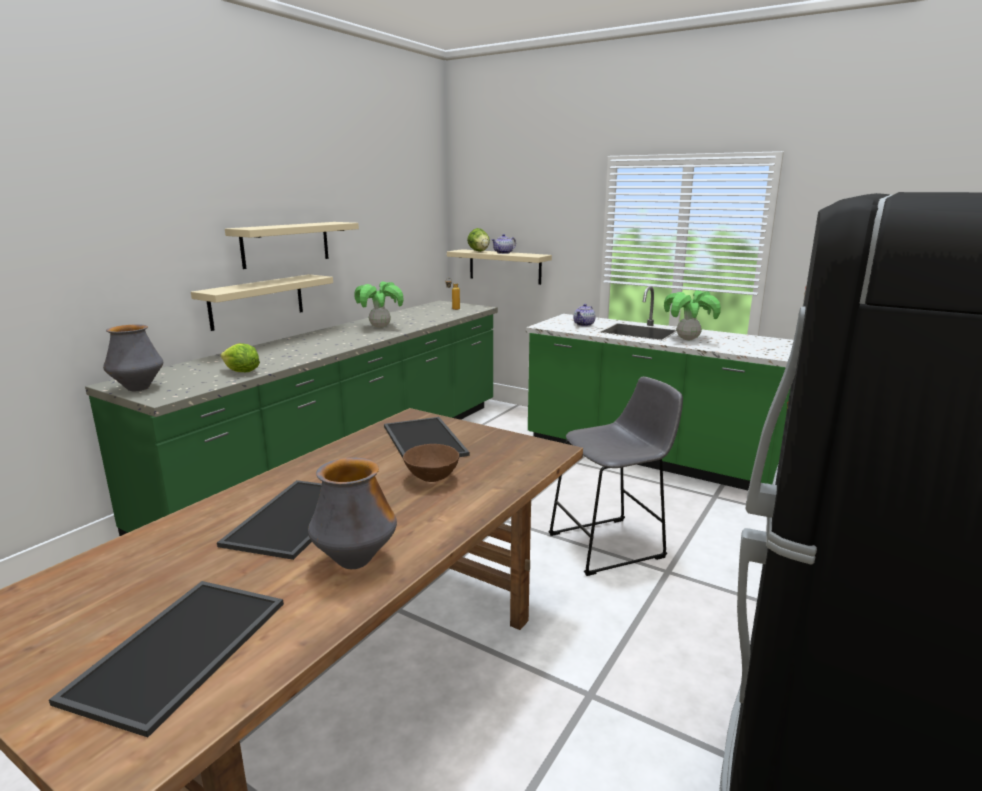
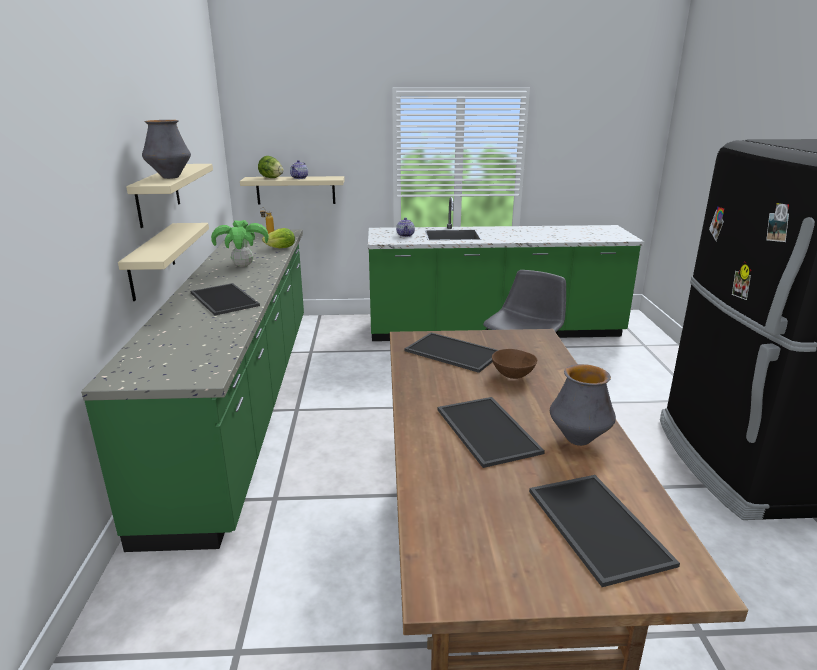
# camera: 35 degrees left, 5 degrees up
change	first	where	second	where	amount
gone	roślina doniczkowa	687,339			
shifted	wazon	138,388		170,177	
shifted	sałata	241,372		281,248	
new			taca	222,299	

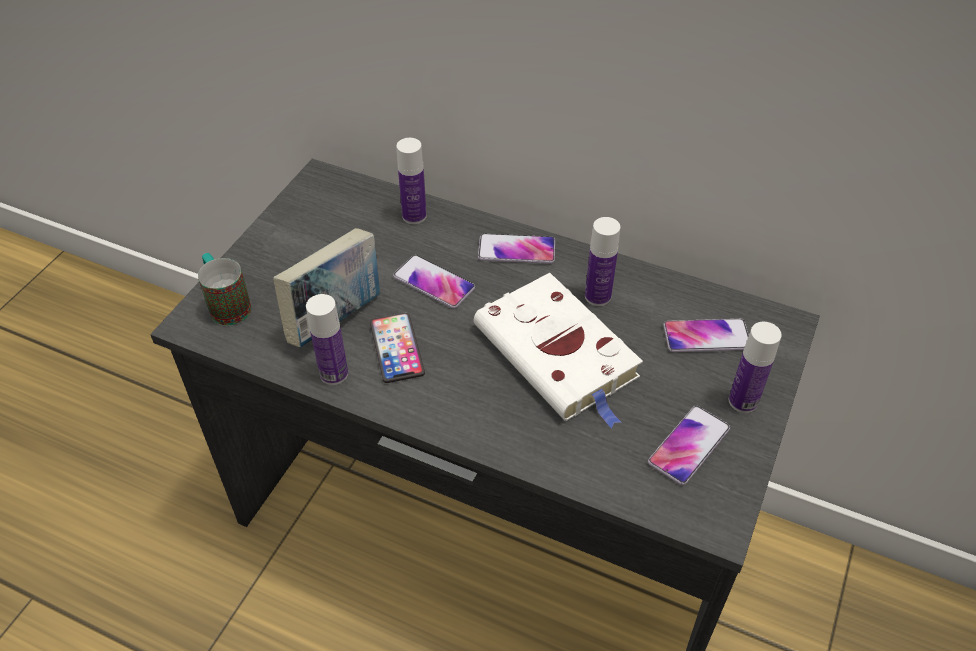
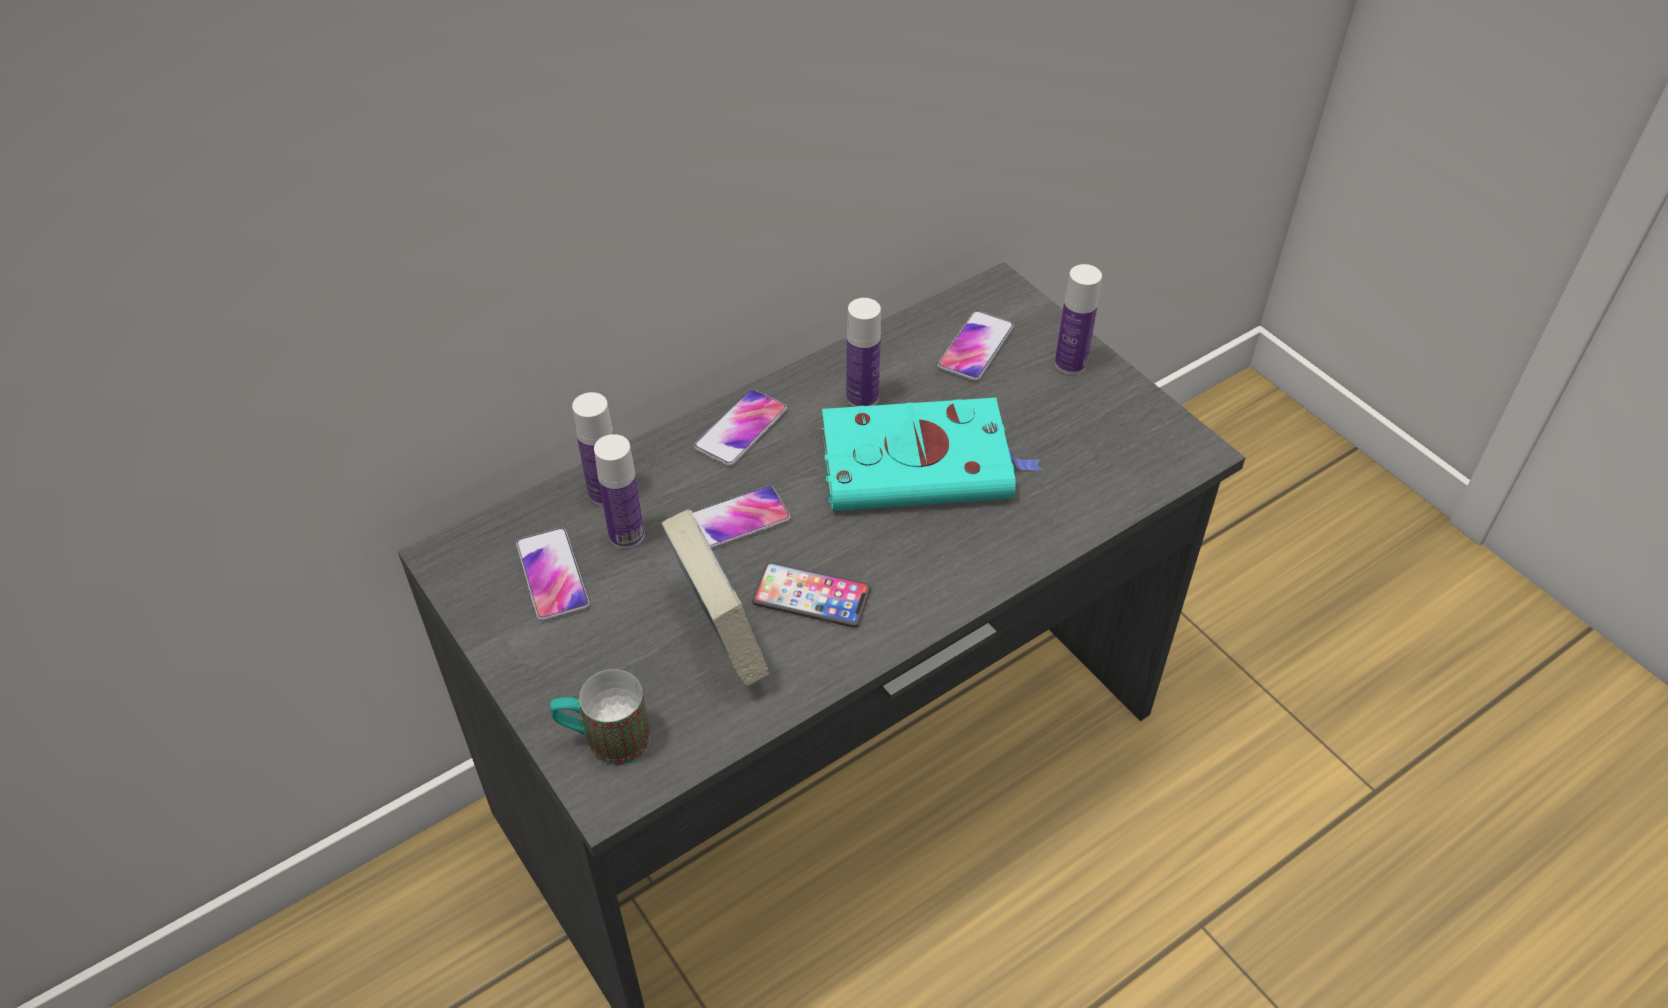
# camera: 60 degrees left, 0 degrees up
change	first	where	second	where	amount
repainted	książka/biały	559,355	książka/turkusowy	921,464	
shifted	butelka	334,374		626,535	
shifted	telefon	689,445		552,575	

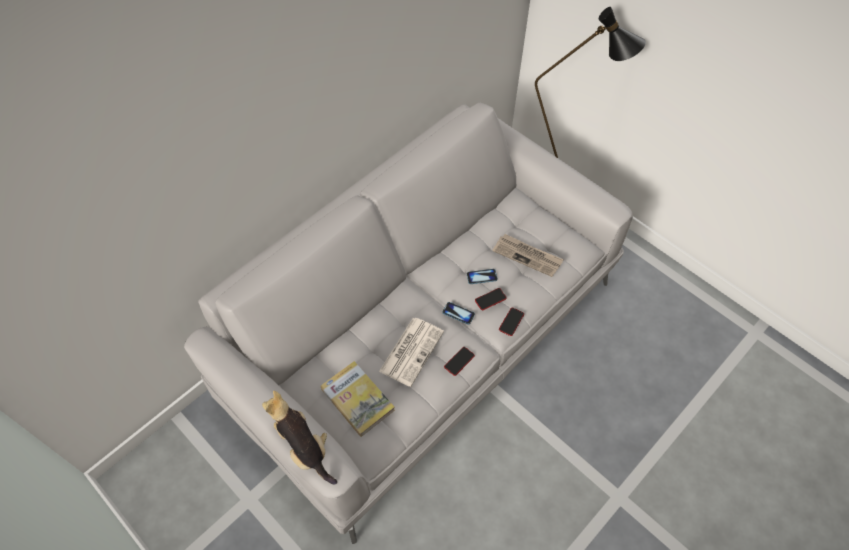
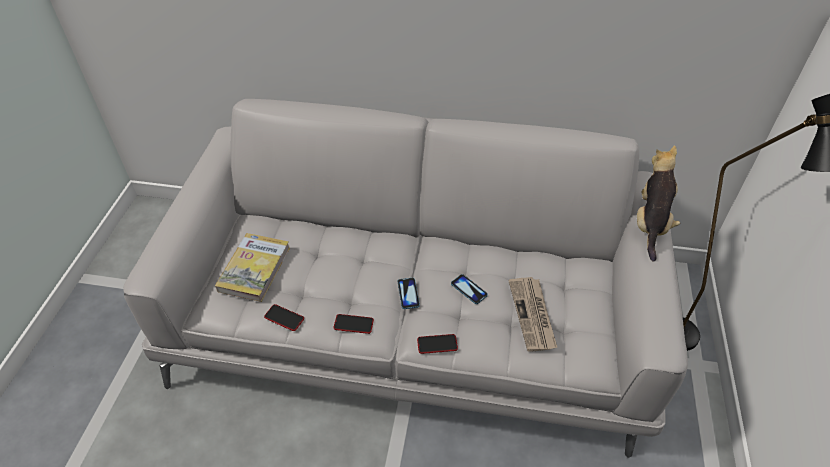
# camera: 55 degrees right, 10 degrees down
change	first	where	second	where	amount
shifted	telefon	490,299		284,318	
gone	gazeta	411,350			
shifted	pluszak	304,447		650,224	

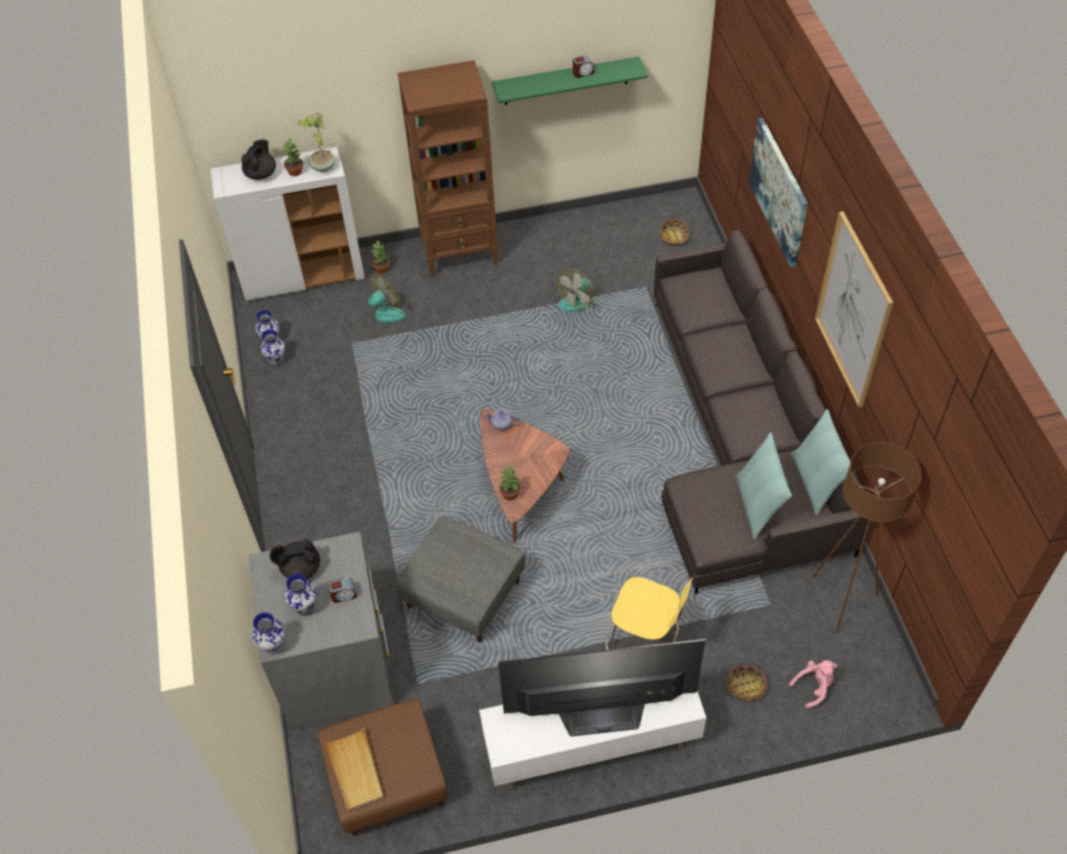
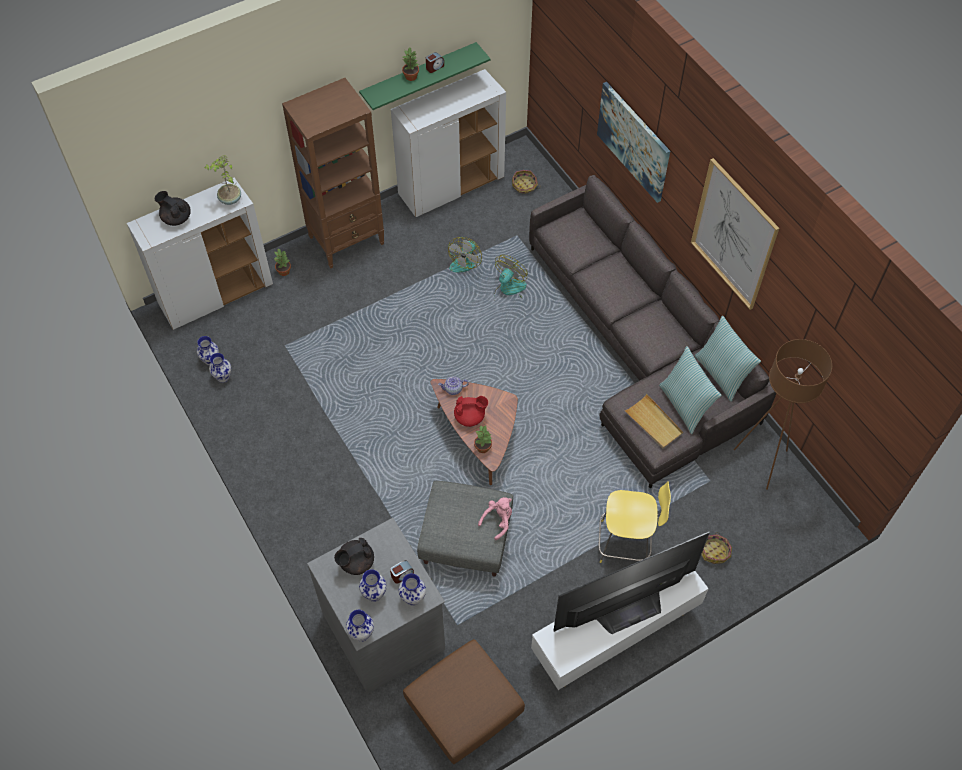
# camera: 20 degrees left, 5 degrees up
change	first	where	second	where	amount
shifted	roślina doniczkowa	295,171		411,76	
rotated	imbryk/czarny	261,173		176,218	60 degrees counterclockwise
shifted	wentylator	383,319		509,291	
shifted	pluszak/różowy	814,687		498,521	
shifted	taca/beżowy	355,771		653,423	
new			szafka/biały	451,186	
new			imbryk/czerwony	470,417	
new			wazon	413,598	

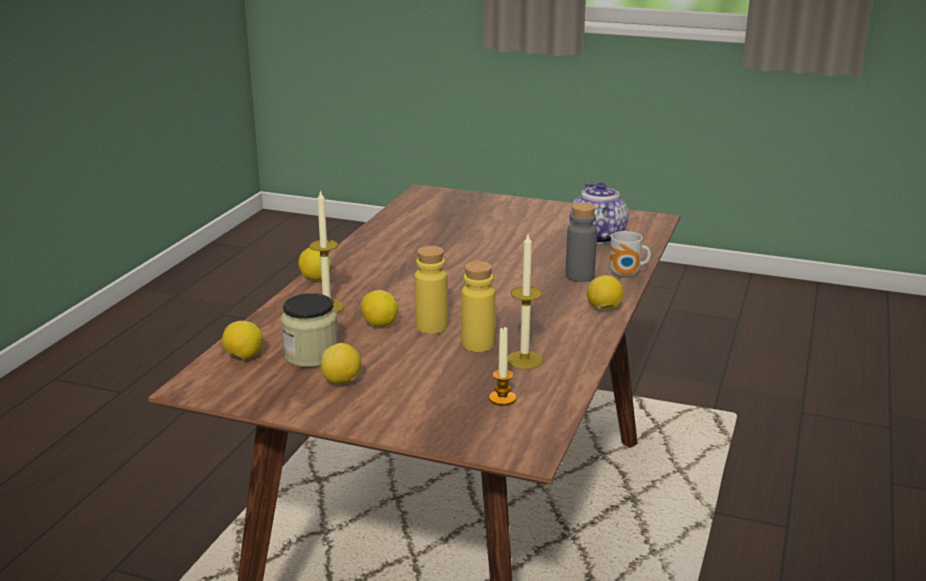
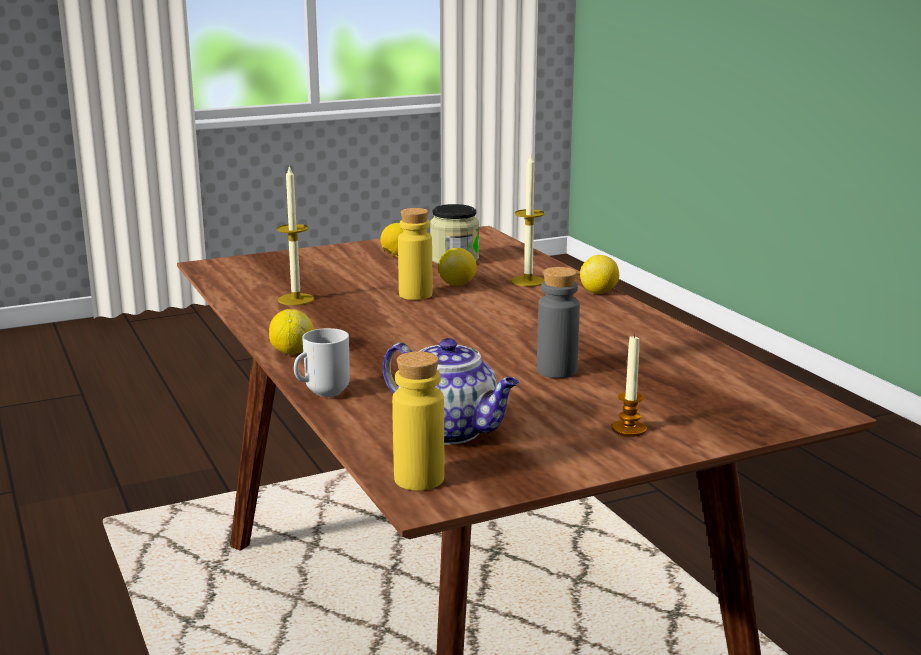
# camera: 135 degrees right, 5 degrees down
change	first	where	second	where	amount
shifted	butelka/szary	579,276		556,371	
shifted	butelka/żółty	478,344		419,479	
gone	cytryna	243,357			
shifted	świeca	502,399		629,429	

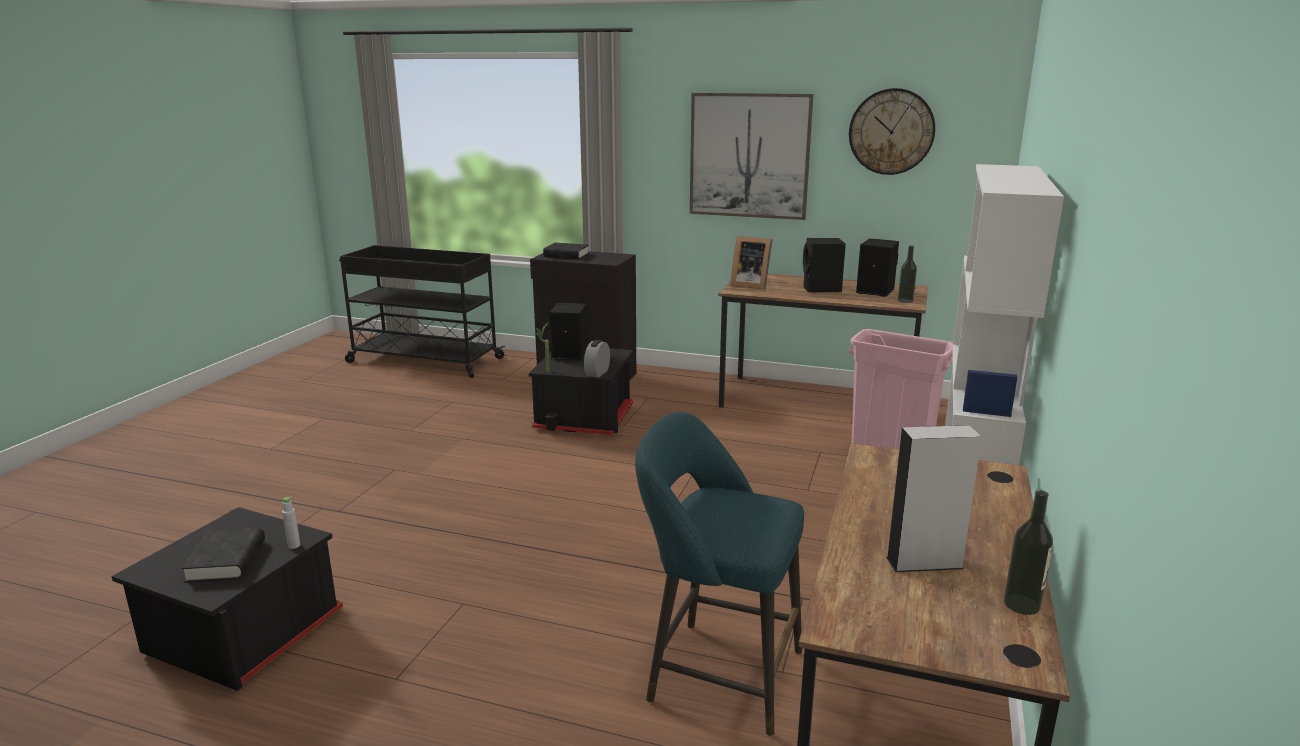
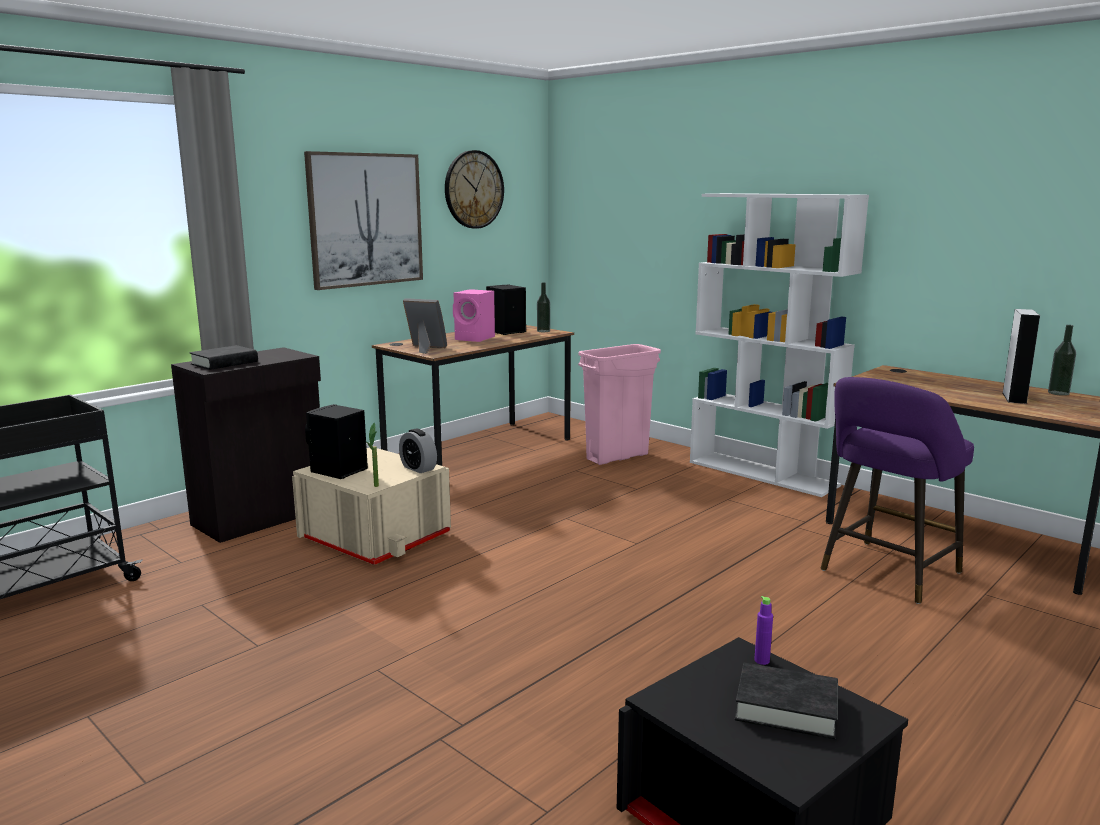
# camera: 65 degrees left, 5 degrees down
change	first	where	second	where	amount
rotated	ramka na zdjęcie	750,285		425,349	120 degrees counterclockwise
repainted	głośnik/czarny	821,289	głośnik/różowy	476,338	
repainted	pojemnik do przechowywania/czarny	585,416	pojemnik do przechowywania/beżowy	375,537	
repainted	stołek/turkusowy	717,673	stołek/fioletowy	886,574	
repainted	butelka/szary	294,545	butelka/fioletowy	762,660	

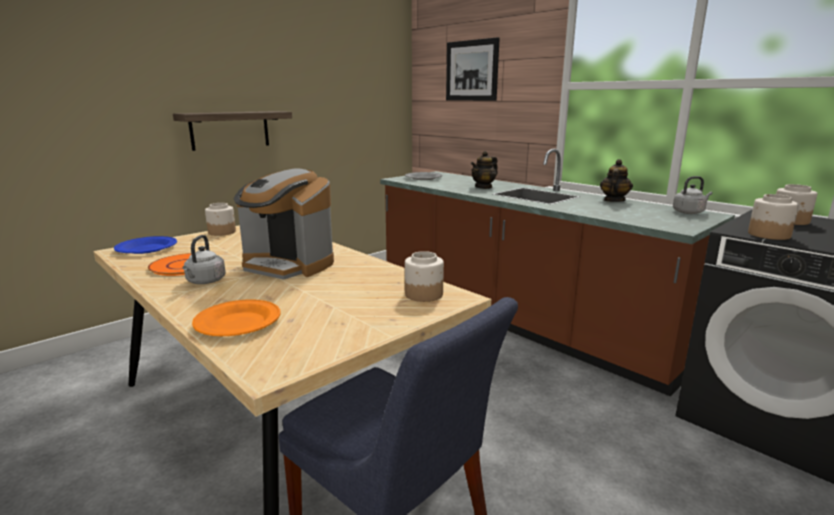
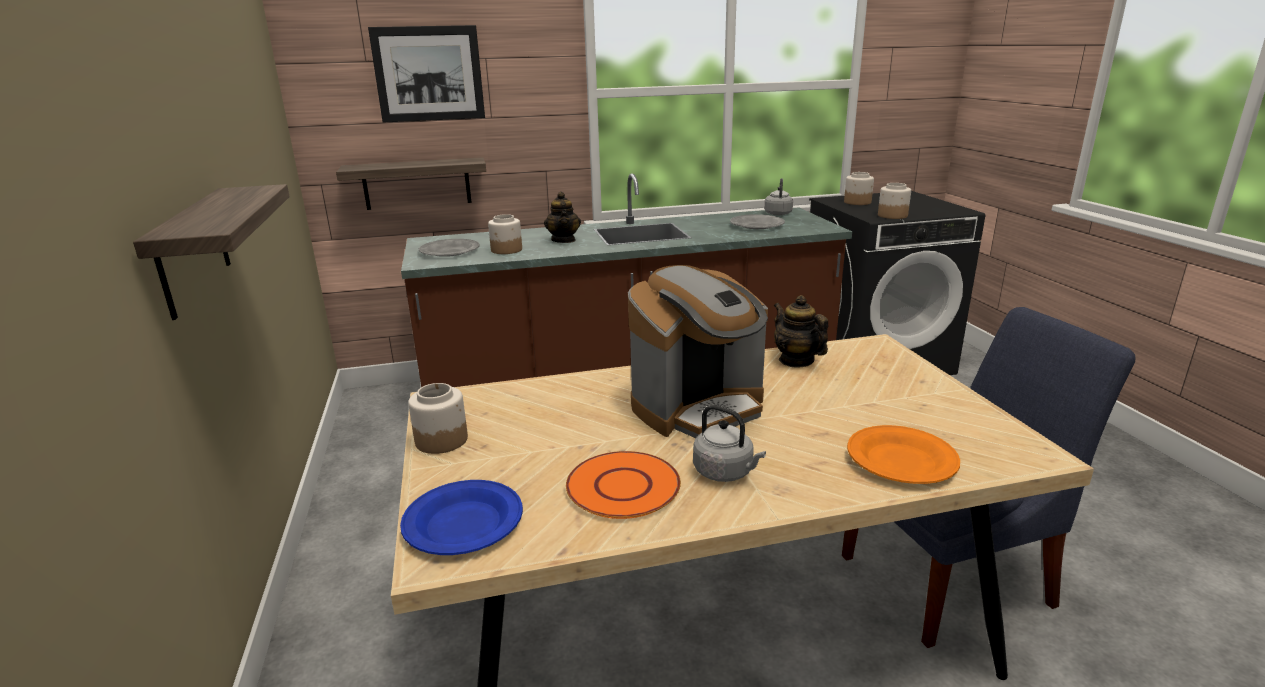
# camera: 60 degrees left, 5 degrees up
change	first	where	second	where	amount
shifted	imbryk	613,200		796,360	
shifted	słoik	423,294		506,250	
new			półka	417,183	
new			talerz/szary	757,225	

